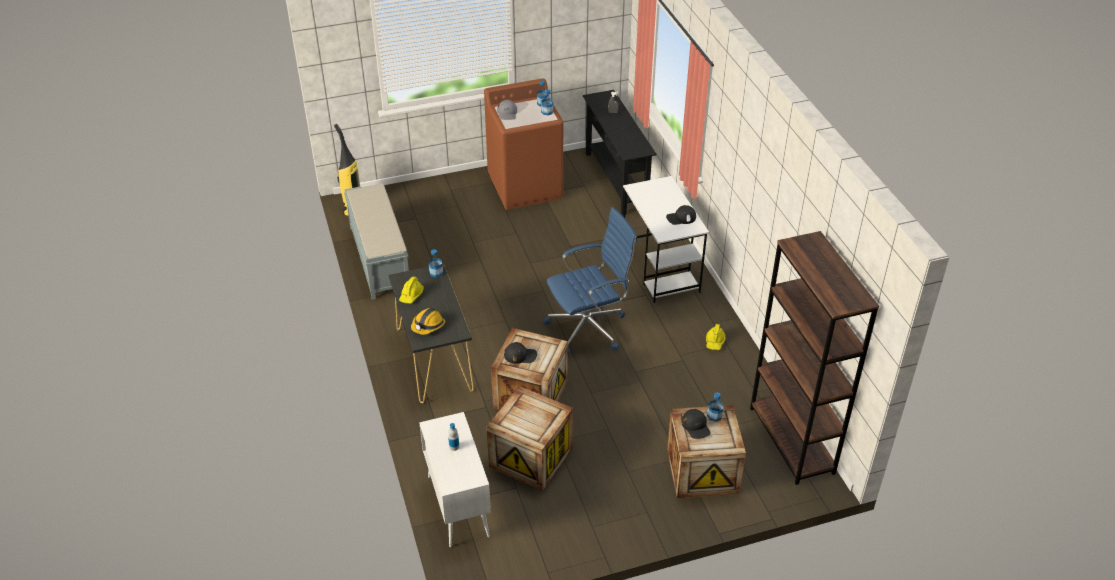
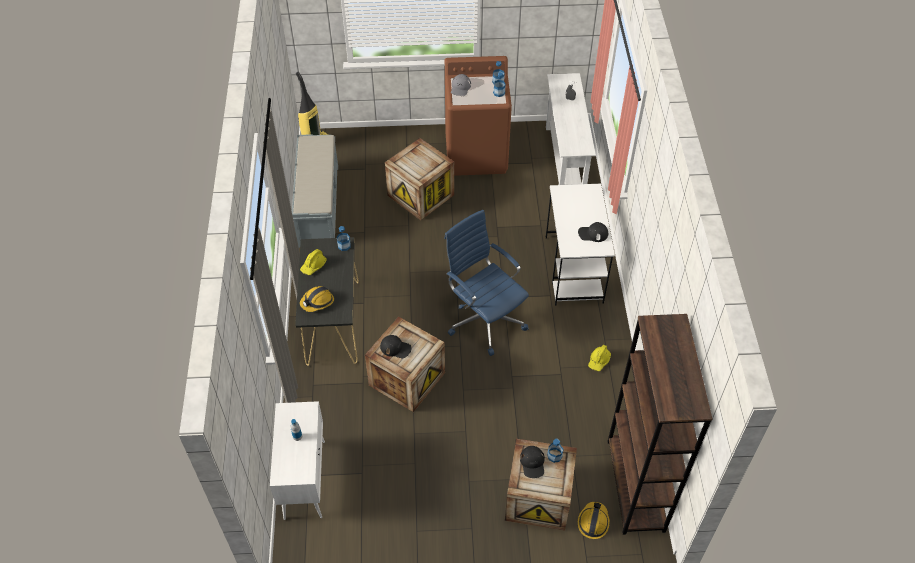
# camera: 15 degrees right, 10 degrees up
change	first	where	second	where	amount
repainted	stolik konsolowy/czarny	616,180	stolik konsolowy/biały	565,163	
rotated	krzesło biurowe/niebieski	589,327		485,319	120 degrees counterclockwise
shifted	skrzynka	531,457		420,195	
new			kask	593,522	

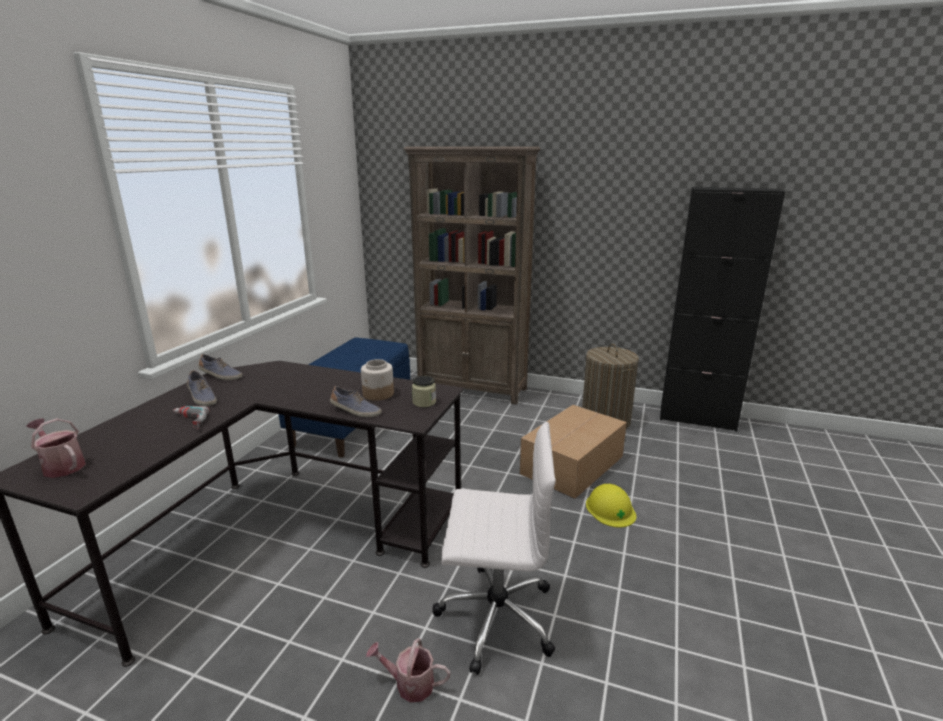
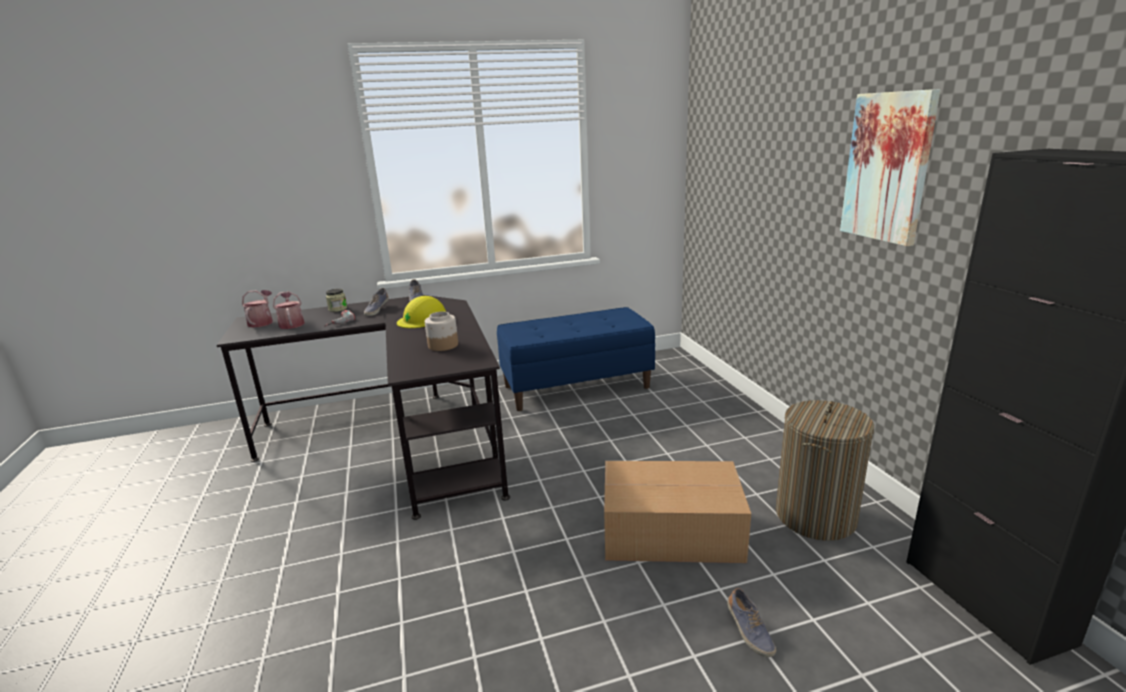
# camera: 55 degrees right, 0 degrees up
change	first	where	second	where	amount
gone	regał/brązowy	473,389			
shifted	słoik	424,402		338,309	
shifted	but	355,411		749,631	
gone	krzesło biurowe/biały	494,616			
shifted	kask/żółty	610,509		423,319	
shifted	konewka	409,684		291,324	
new			obraz	888,167	

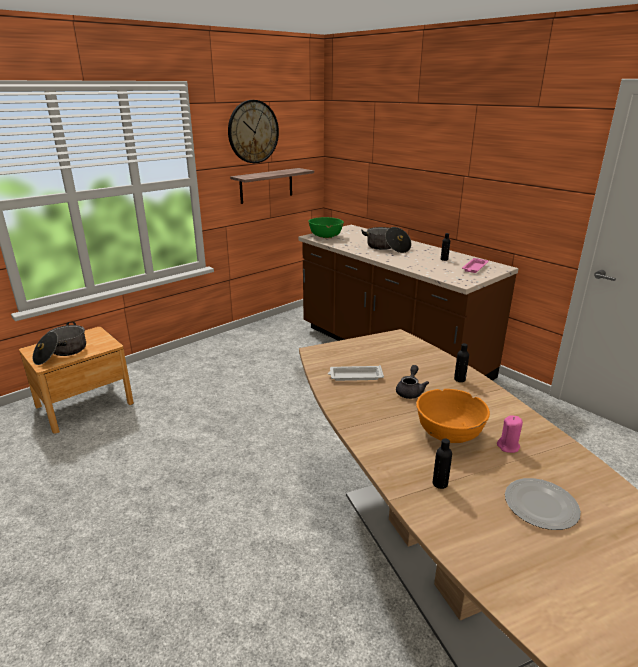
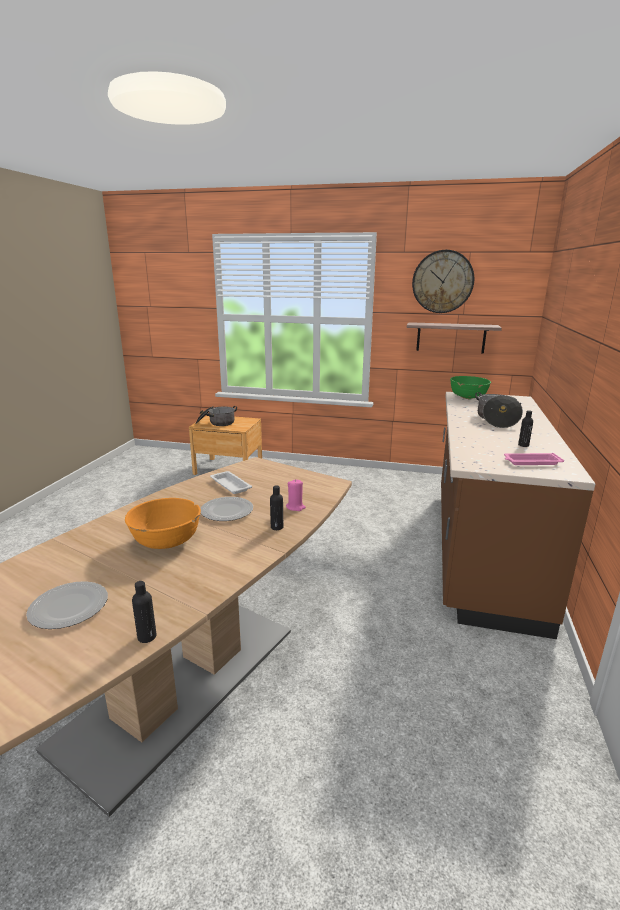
# camera: 55 degrees right, 5 degrees down
change	first	where	second	where	amount
swapped	imbryk/szary	410,391	talerz	227,511	
shifted	świeca/różowy	508,446		295,507	
shifted	butelka/czarny	440,483		147,637	

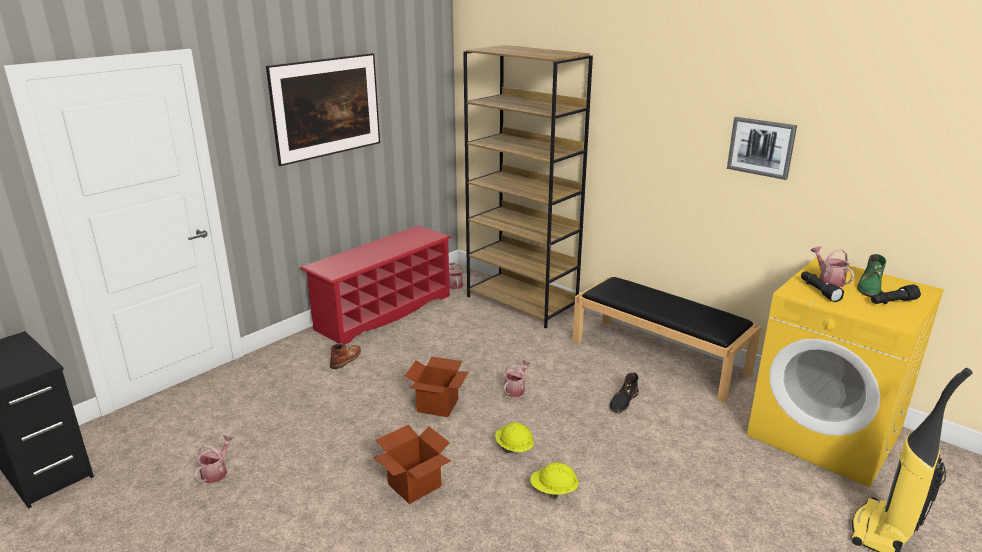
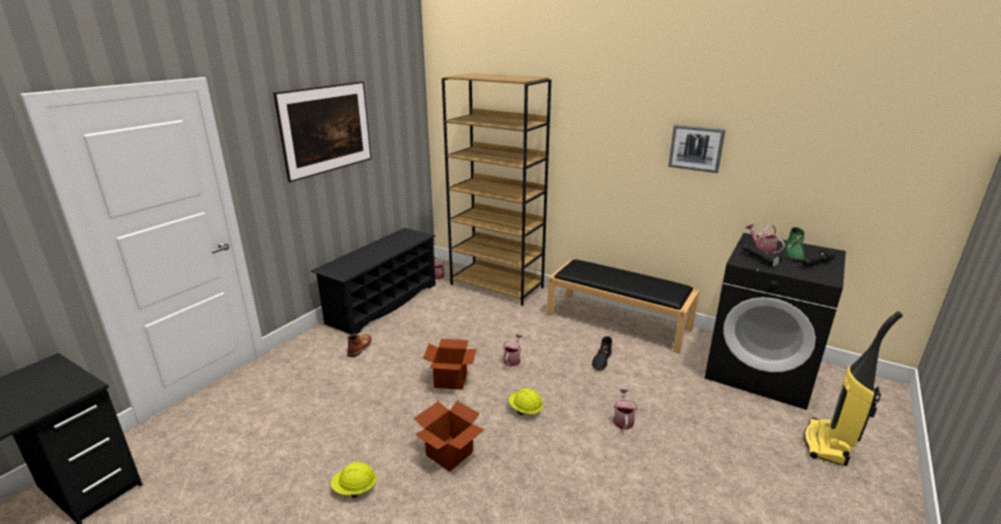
# camera: 10 degrees left, 0 degrees up
change	first	where	second	where	amount
repainted	regał na buty/czerwony	384,312	regał na buty/czarny	383,303	
repainted	pralka/żółty	825,434	pralka/czarny	761,371	
shifted	konewka	216,472		623,420	
shifted	kask/żółty	553,491		355,489	

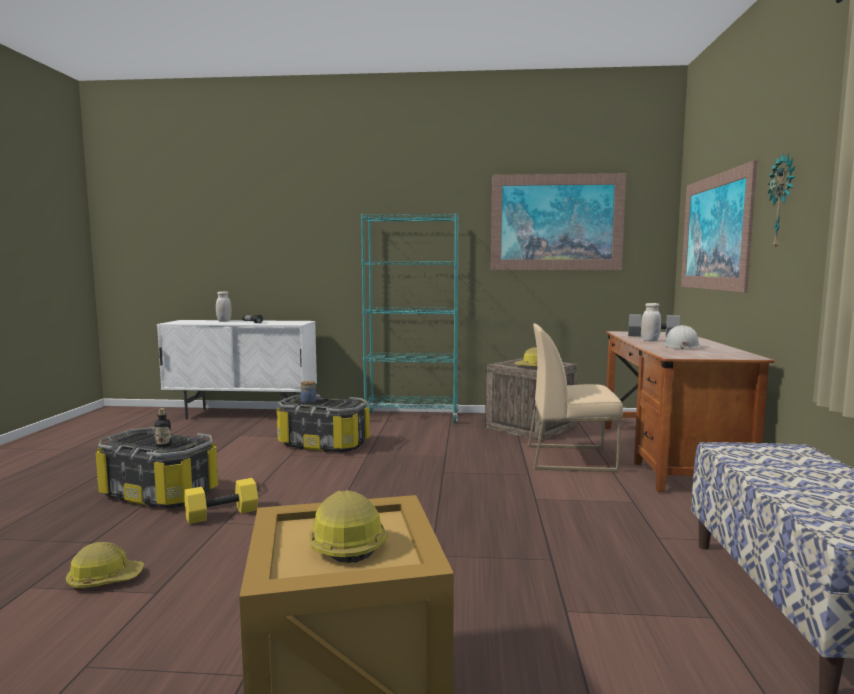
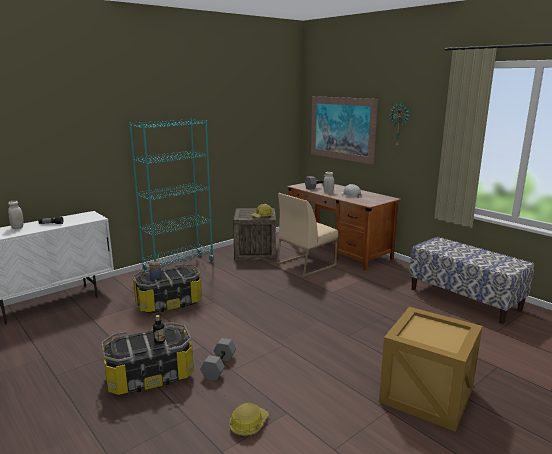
# camera: 45 degrees left, 10 degrees up
change	first	where	second	where	amount
gone	obraz	556,222			
repainted	hantel/żółty	222,513	hantel/szary	218,366	
gone	kask	345,543			

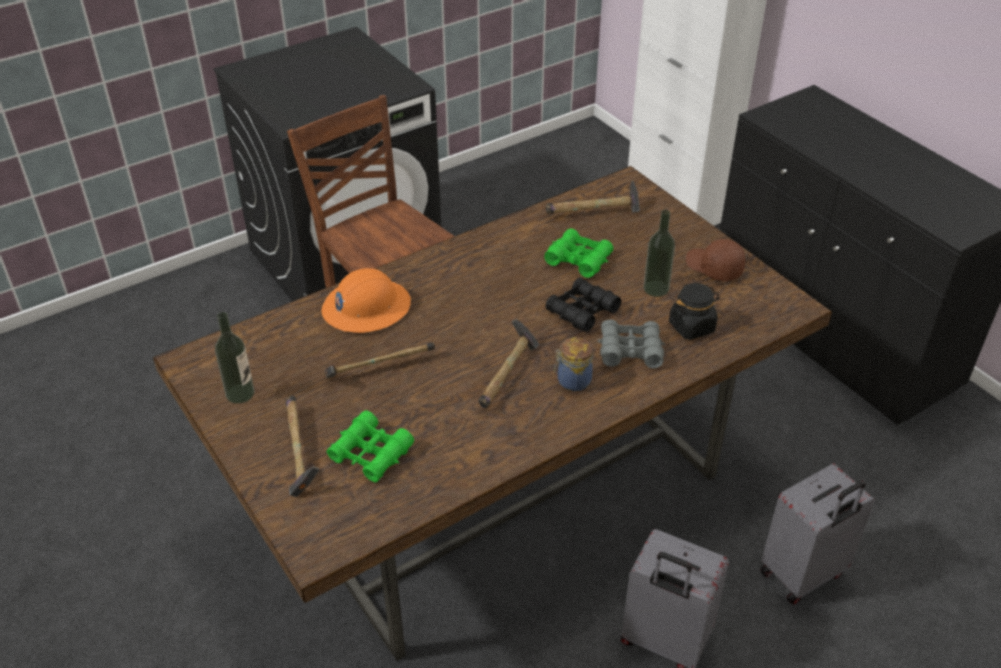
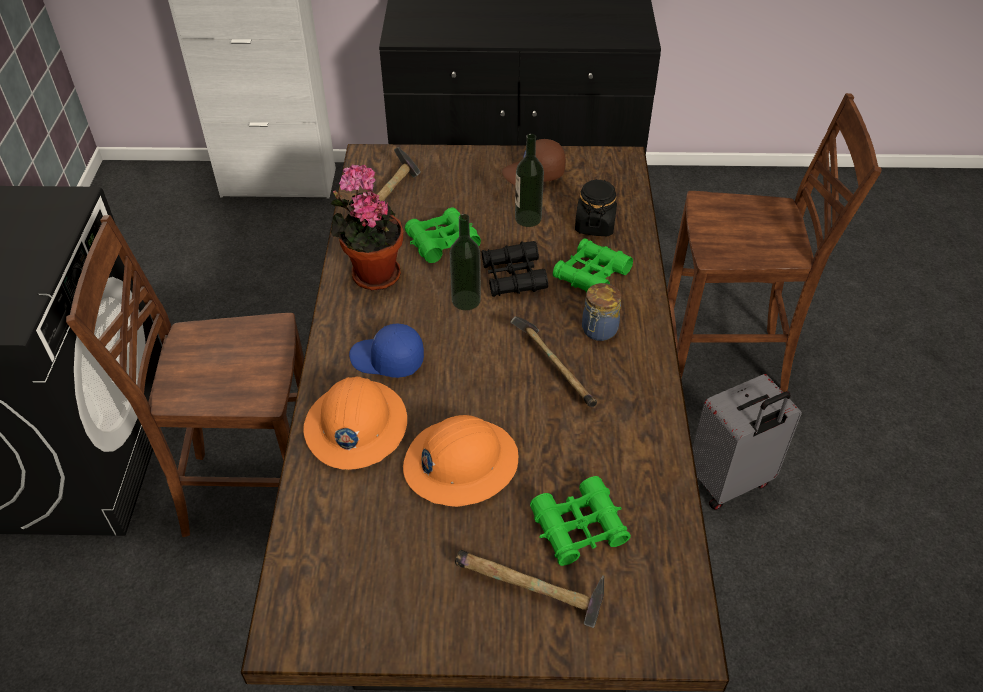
# camera: 55 degrees left, 5 degrees up
change	first	where	second	where	amount
shifted	butelka	240,393		466,300	
repainted	lornetka/szary	630,350	lornetka/zielony	591,275	
swapped	młotek	377,369	kask/pomarańczowy	460,463	
swapped	walizka/szary	803,575	krzesło/brązowy	725,361	
new			roślina doniczkowa	372,273	
new			czapka z daszkiem/niebieski	387,360	

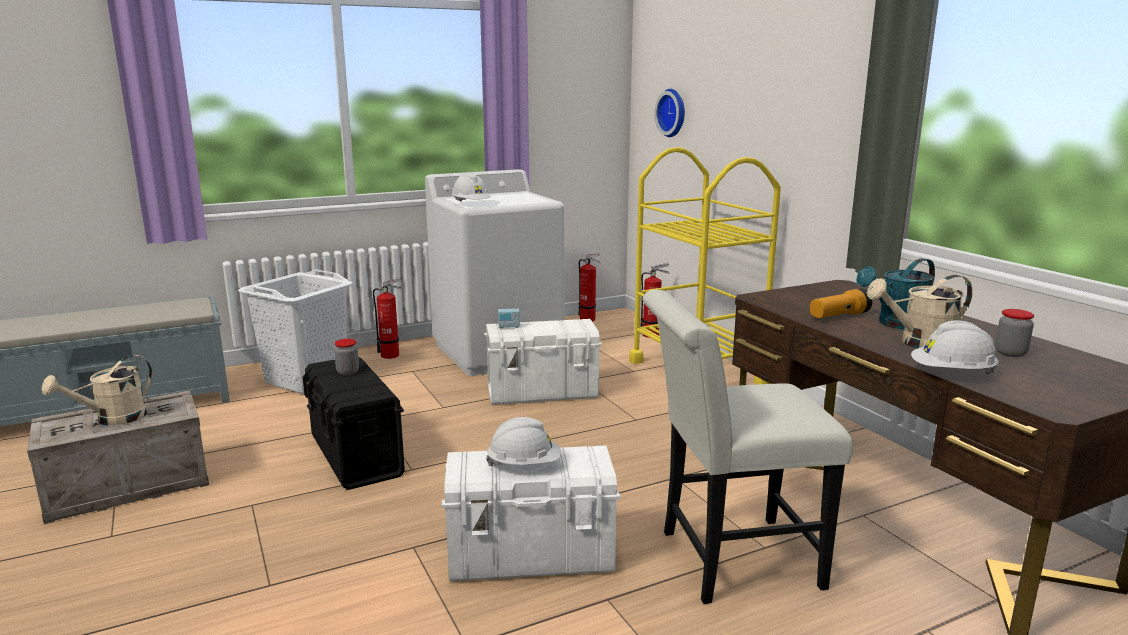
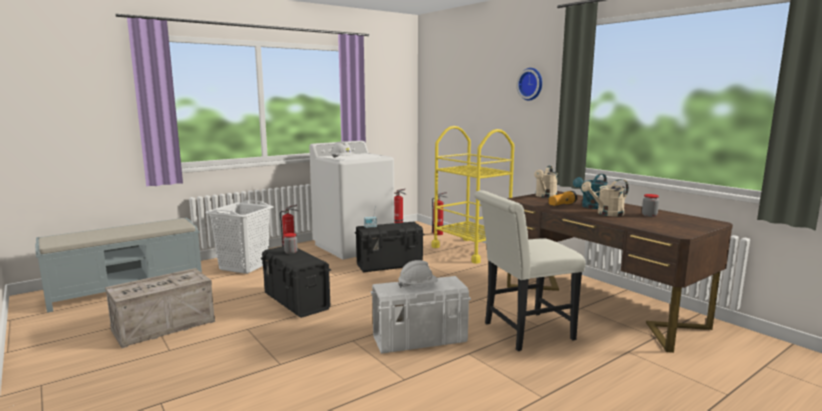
# camera: 10 degrees left, 5 degrees down
change	first	where	second	where	amount
shifted	zegar ścienny	673,113		531,84	
repainted	pojemnik do przechowywania/biały	542,393	pojemnik do przechowywania/czarny	389,265	
gone	kask/biały	952,374			
shifted	konewka/beżowy	113,419		545,196	

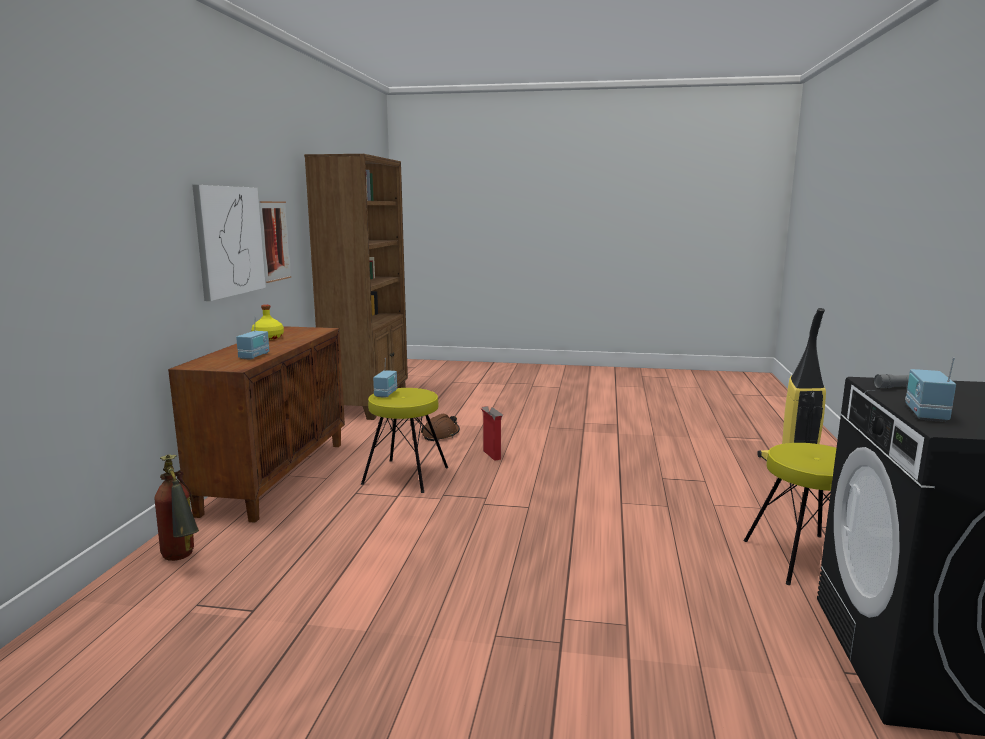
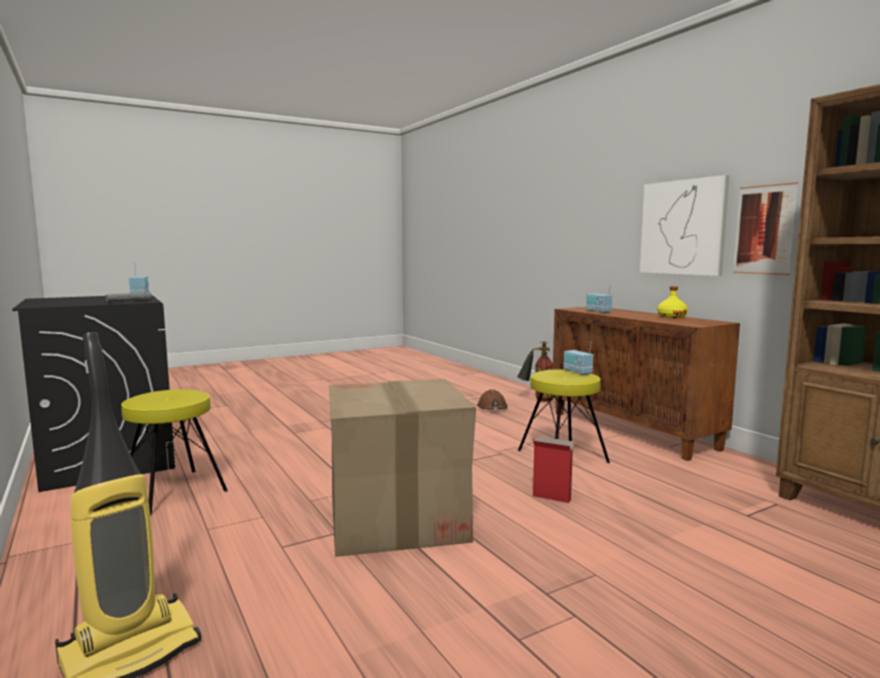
# camera: 140 degrees right, 5 degrees down
change	first	where	second	where	amount
shifted	kask/brązowy	441,435		492,408	
new			karton	397,518	

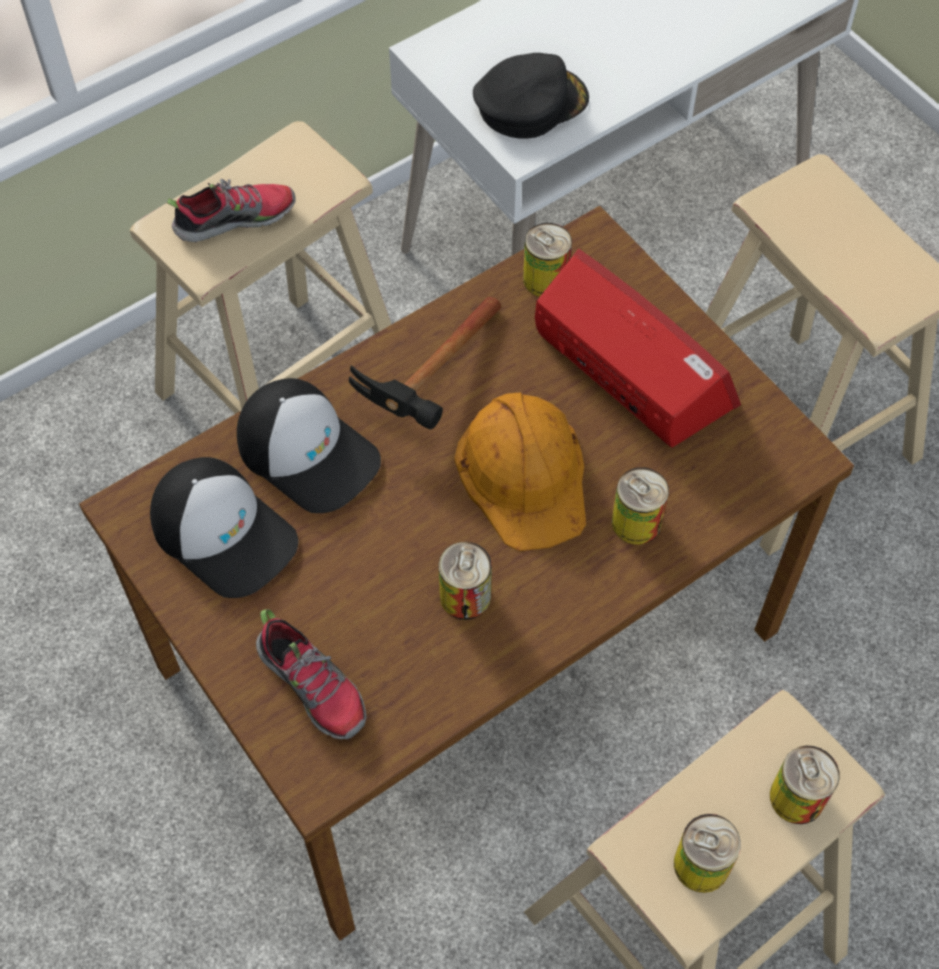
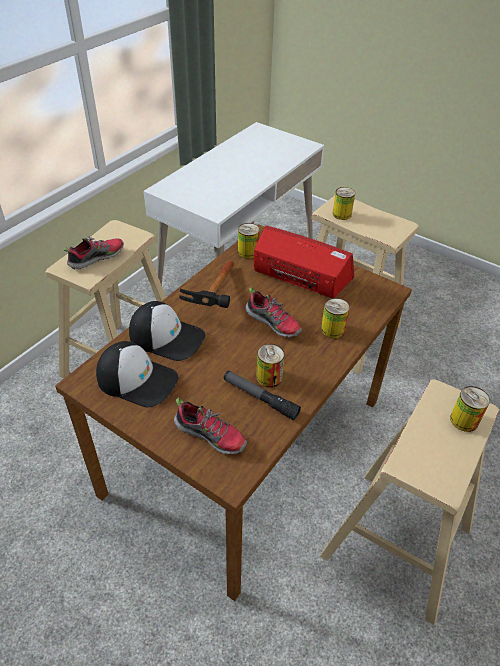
# camera: 20 degrees left, 15 degrees down
change	first	where	second	where	amount
gone	czapka z daszkiem/czarny	530,103			
swapped	kask/pomarańczowy	525,473	but	273,322	
shifted	puszka	701,864		342,214	
new			latarka	260,398	

